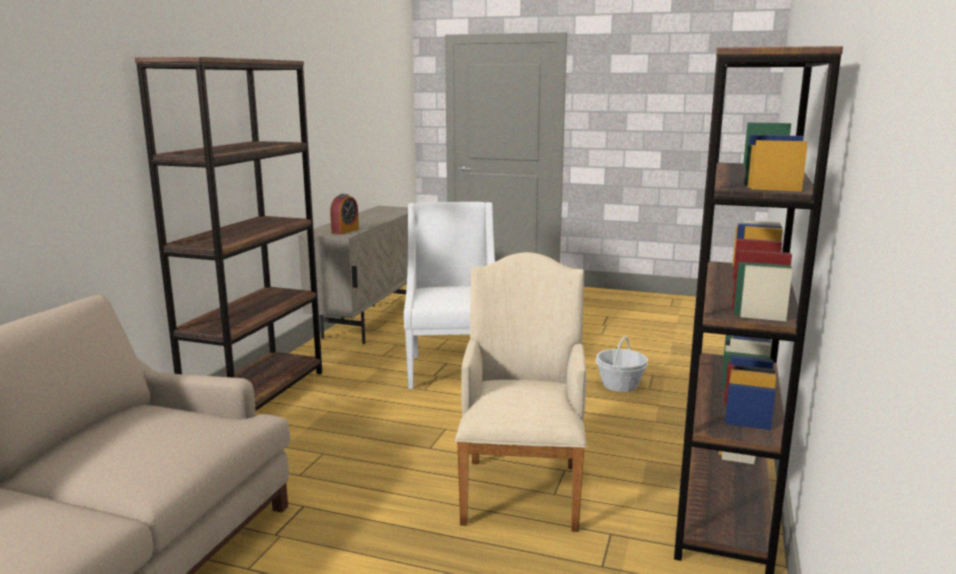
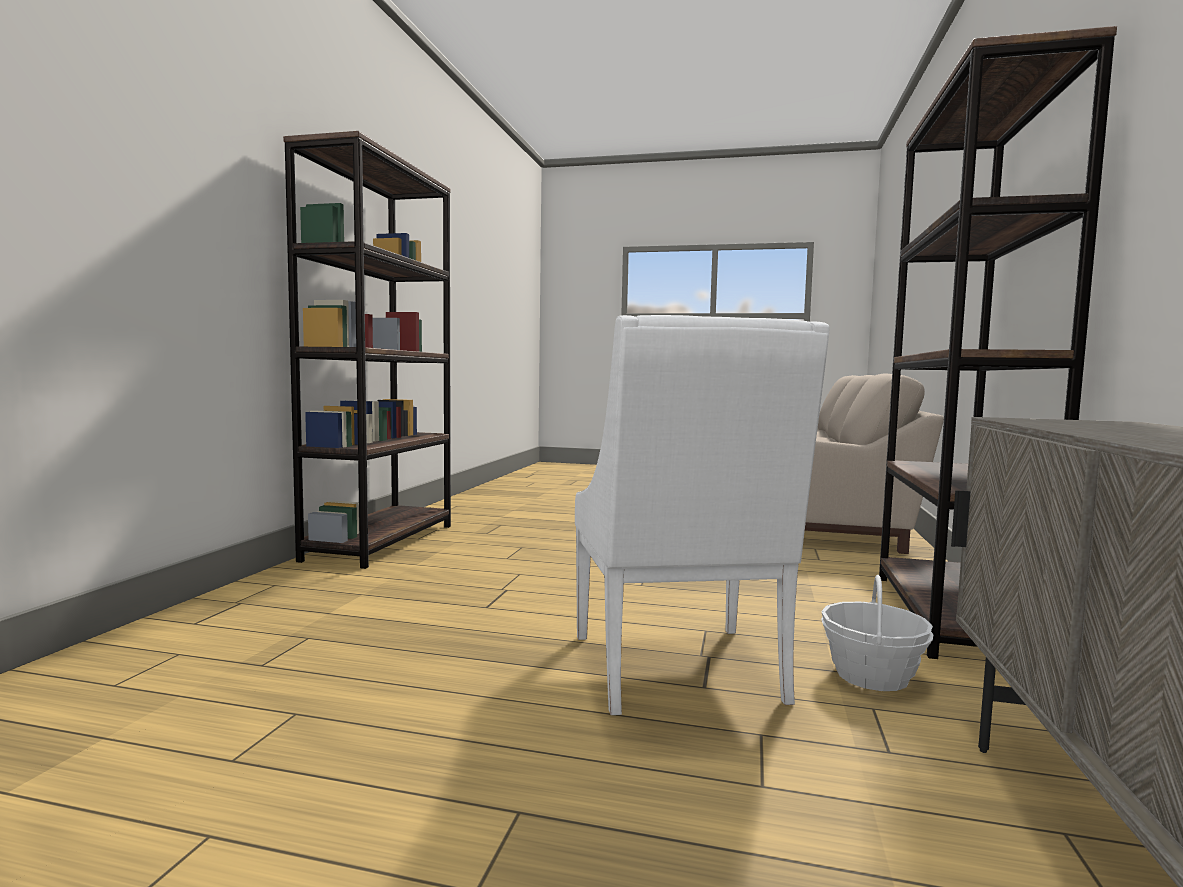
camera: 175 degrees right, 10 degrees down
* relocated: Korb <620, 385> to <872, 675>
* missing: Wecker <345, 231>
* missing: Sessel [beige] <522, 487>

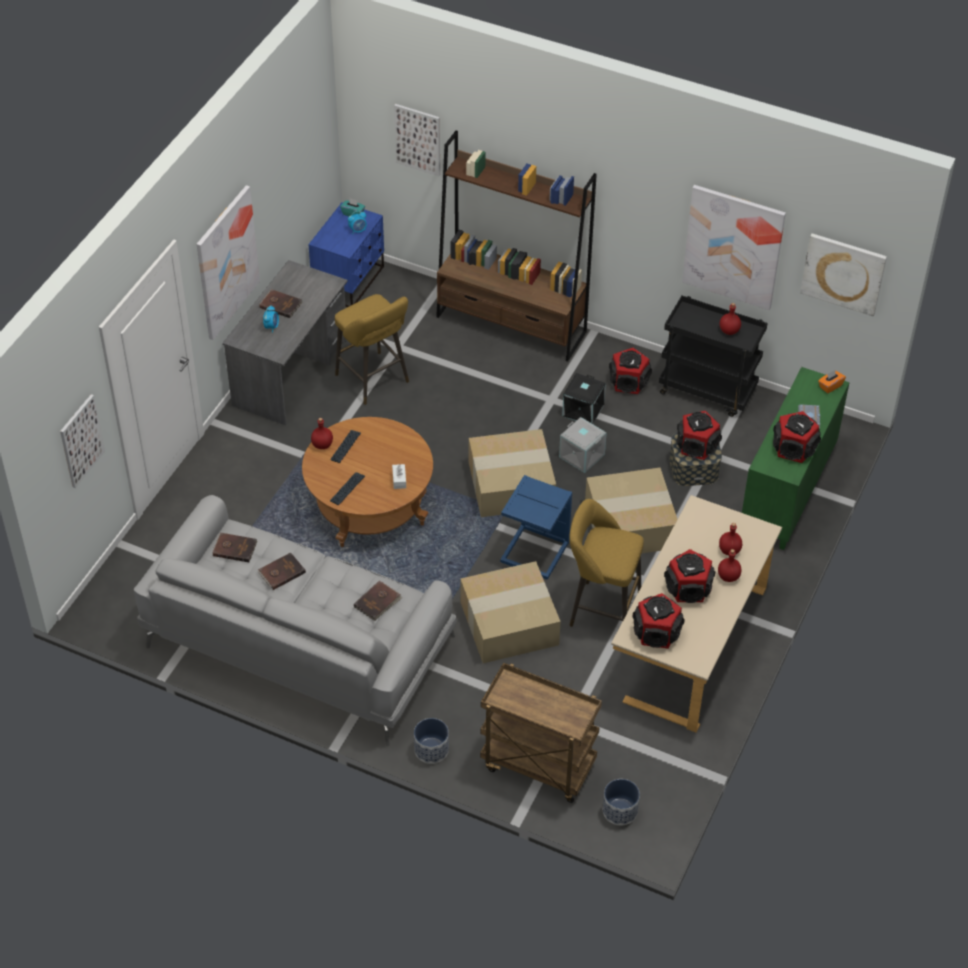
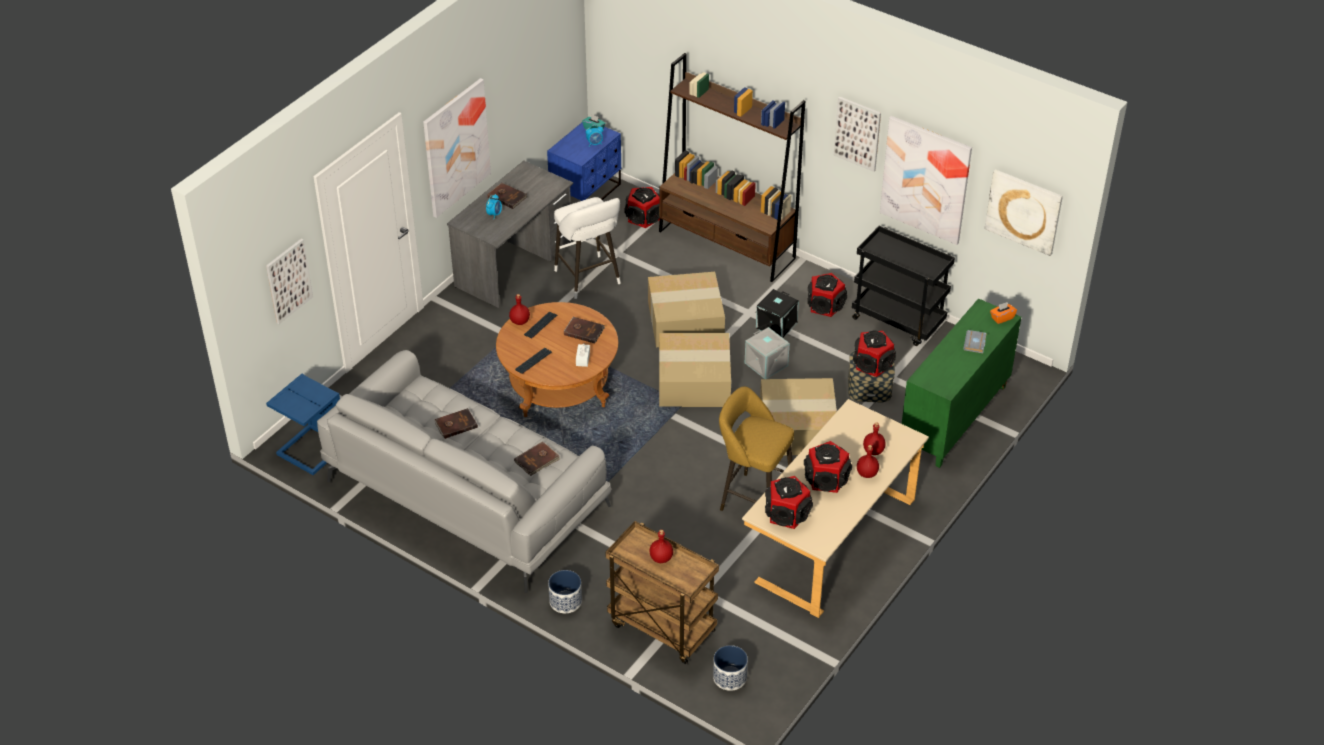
camera: 10 degrees right, 5 degrees down
* relocated: Beistelltisch [blau] <533, 553> to <310, 450>
* colour: Hocker [gelb] <374, 380> to Hocker [weiß] <589, 279>
* relocated: Buch [braun] <234, 548> to <584, 331>
* relocated: Lautsprecher <793, 448> to <643, 217>
* relocated: Karton <510, 622> to <686, 320>
* relocated: Flasche [rot] <729, 331> to <661, 558>
* relocated: Bild <418, 139> to <857, 133>

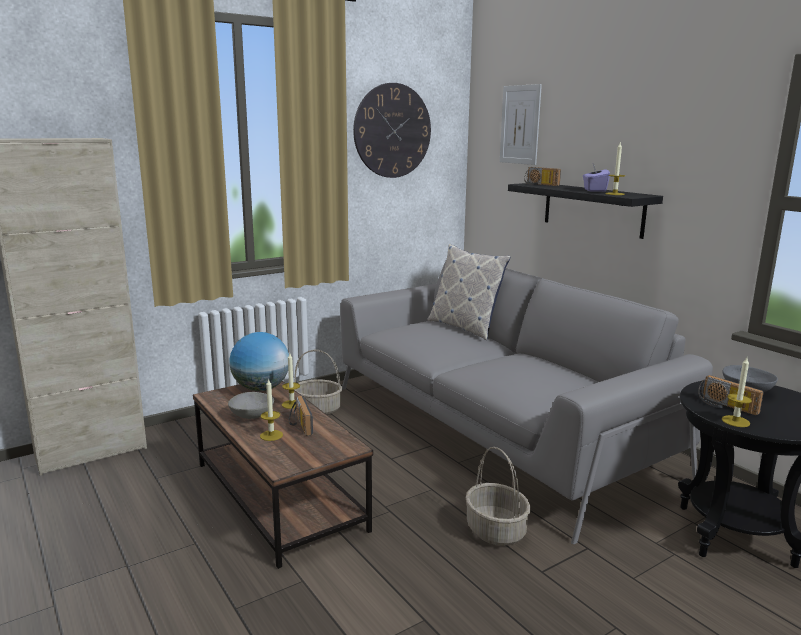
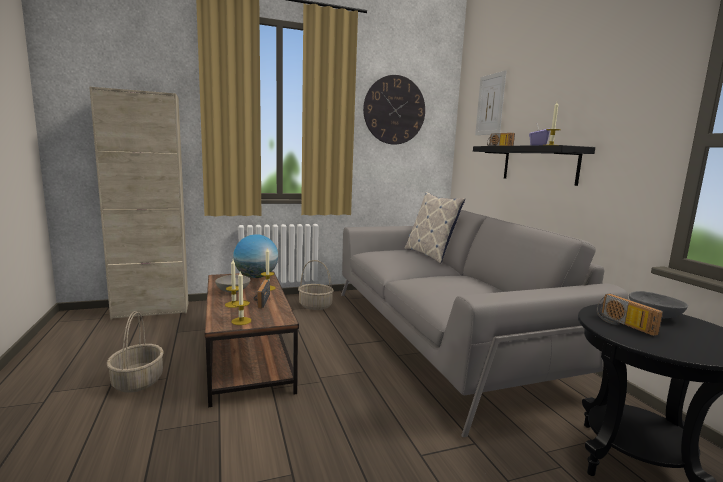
camera: 15 degrees right, 5 degrees down
* relocated: Korb <495, 530> to <137, 381>
* relocated: Kerze <735, 421> to <241, 321>

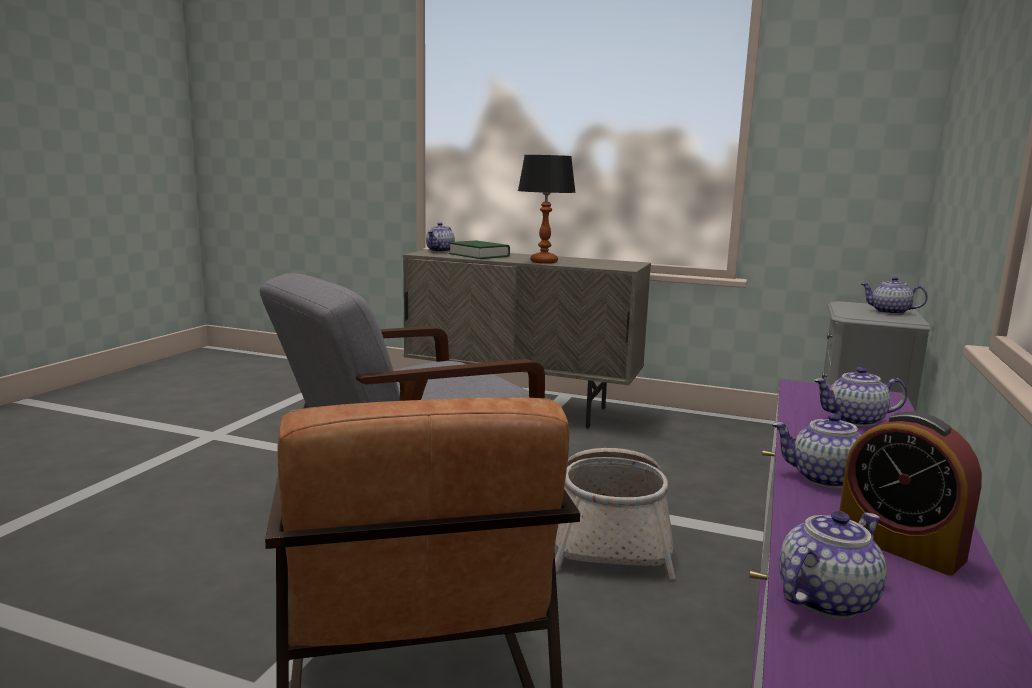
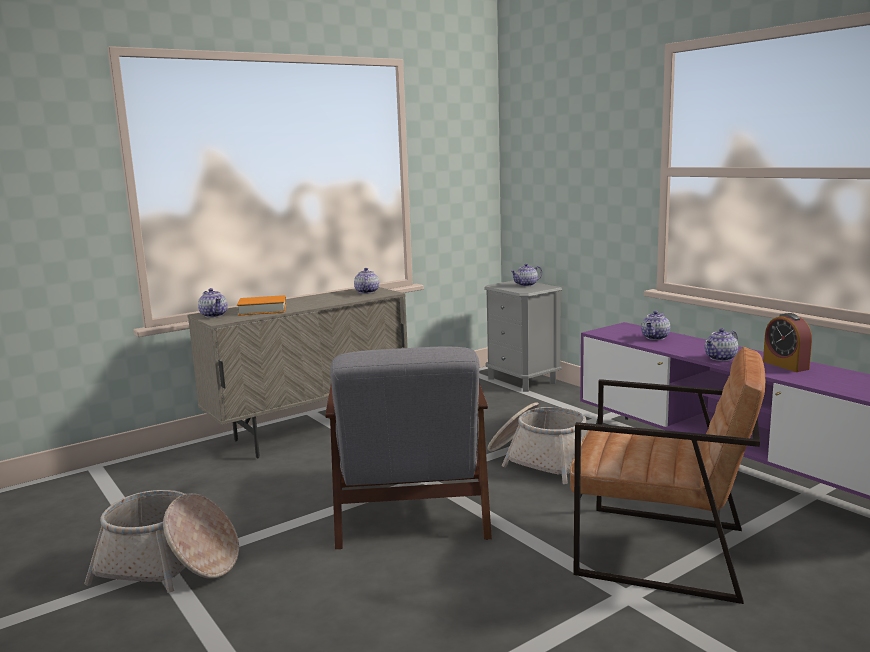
camera: 55 degrees left, 0 degrees up
* appeared: Korb <169, 565>
* colour: Buch [grün] <479, 255> to Buch [orange] <262, 310>
* relocated: Teekanne <825, 598> to <366, 292>
* spun: Wecker <899, 545> = <785, 365> 75 degrees clockwise
* missing: Tischlampe <543, 262>

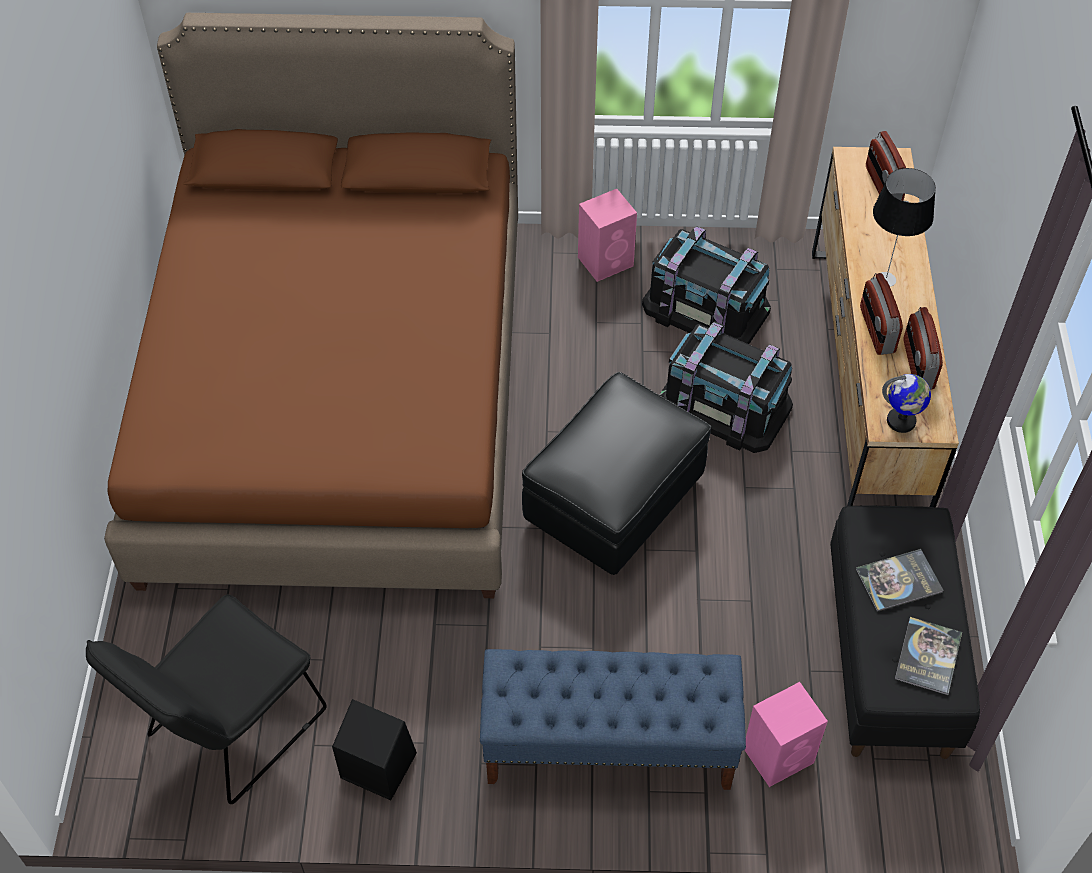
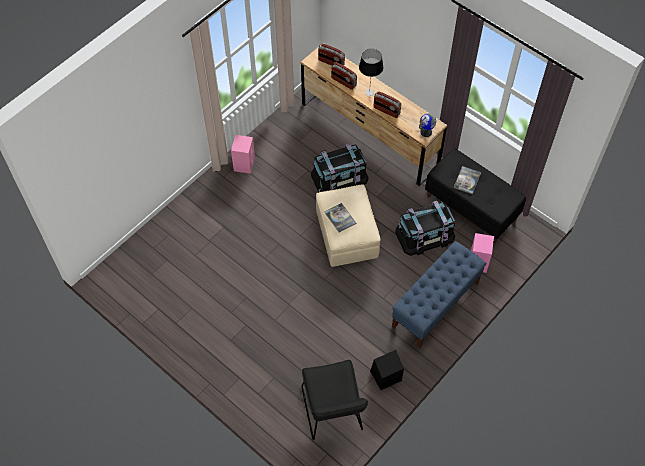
camera: 50 degrees left, 5 degrees up
* colour: Polsterhocker [schwarz] <614, 500> to Polsterhocker [beige] <347, 236>
* relocated: Buch <928, 656> to <340, 218>
* relocated: Radio <917, 364> to <343, 82>
* relocated: Aufbewahrungsbox [schwarz] <706, 308> to <424, 234>
* missing: Bett [braun] <340, 396>

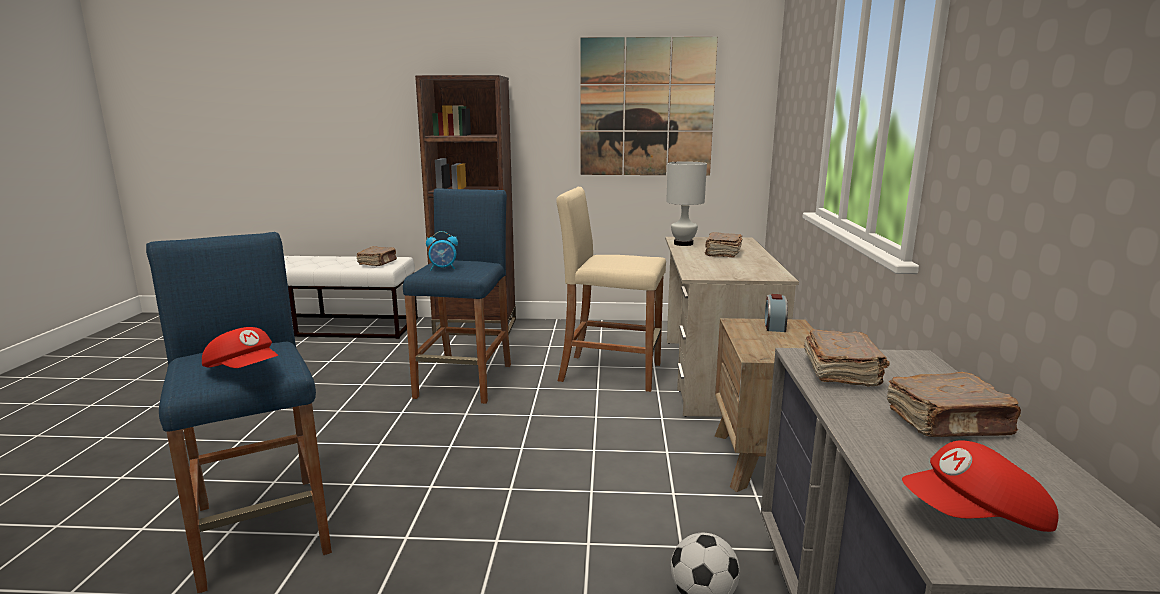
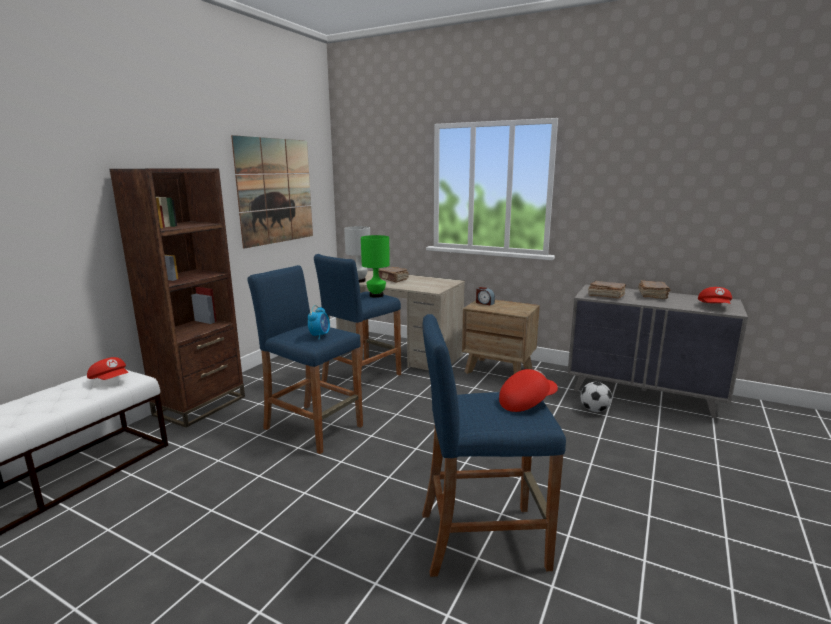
camera: 65 degrees left, 0 degrees up
* exchanged: Buch [braun] <378, 263> to Kappe [rot] <111, 380>
* colour: Hocker [beige] <611, 372> to Hocker [blau] <361, 378>
* appeared: Tischlampe [grün] <376, 295>

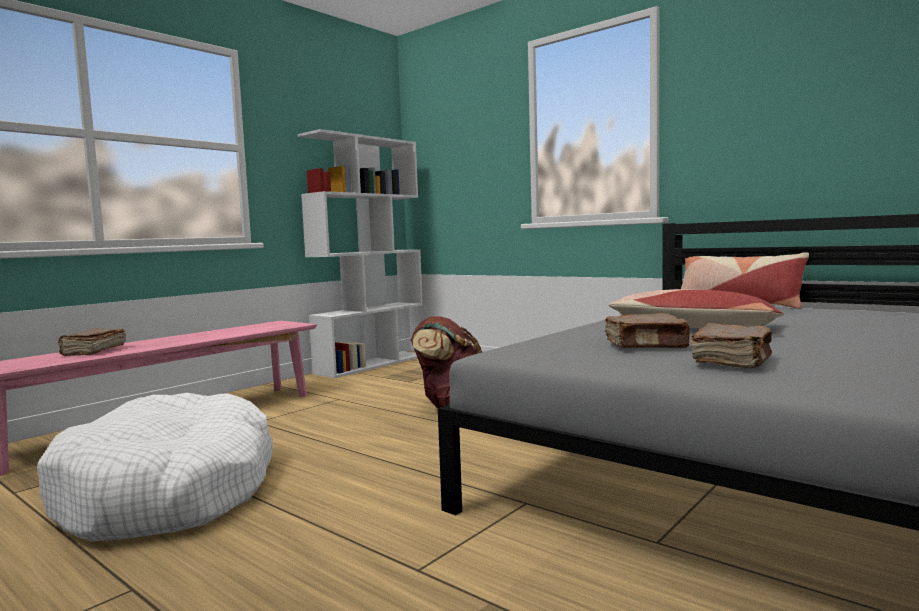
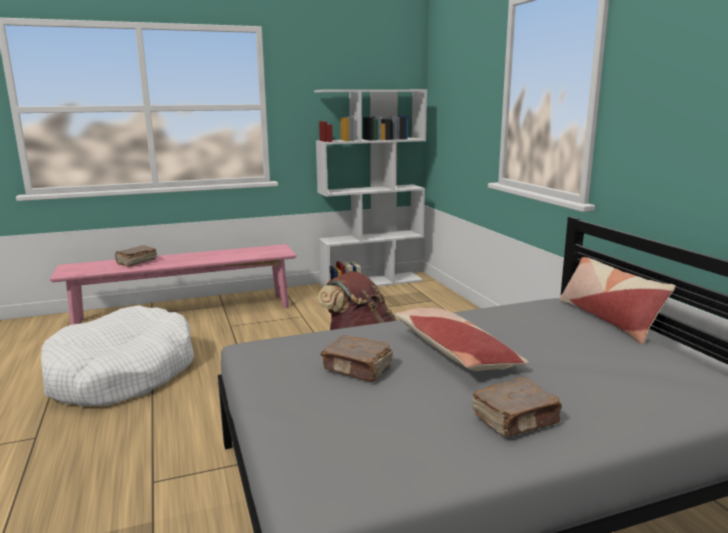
camera: 30 degrees right, 10 degrees up
* relocated: Buch [braun] <733, 362> to <516, 420>

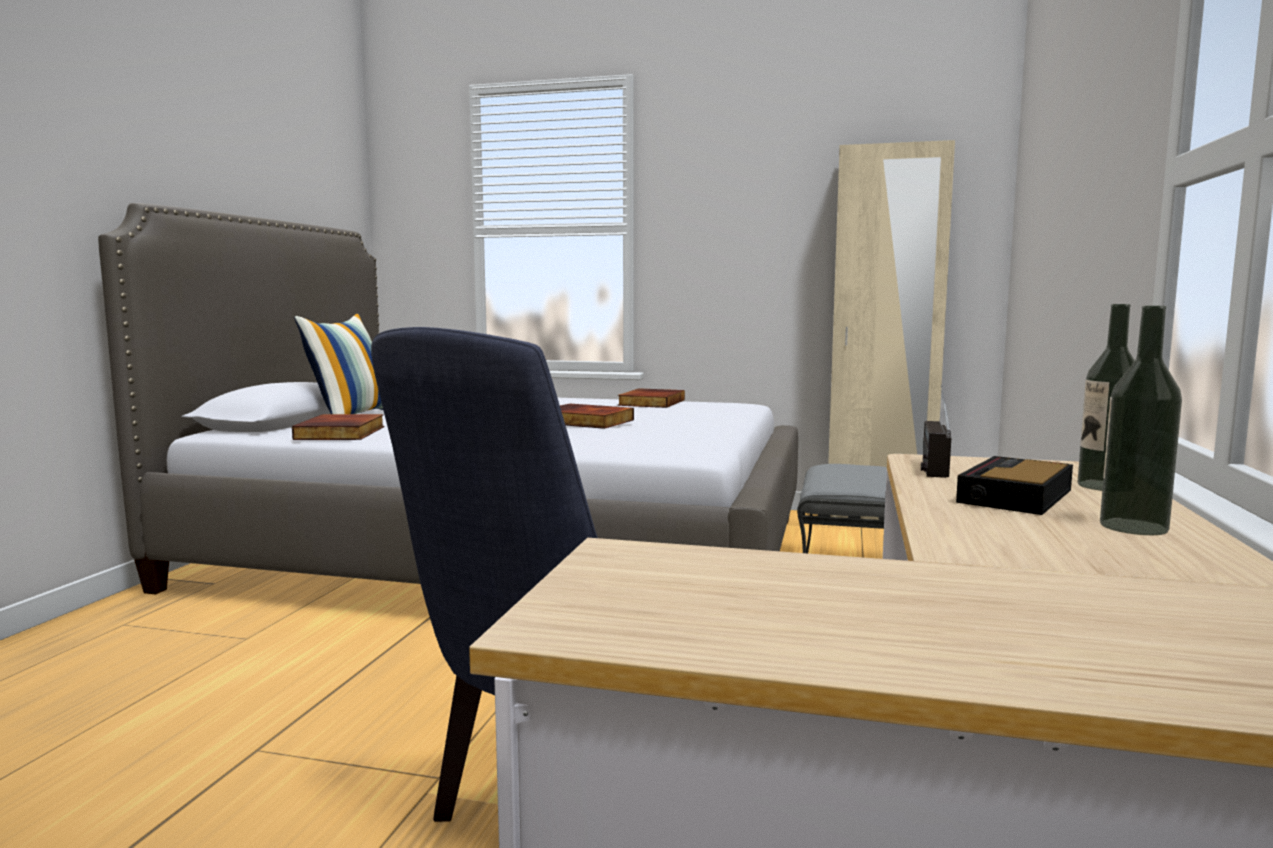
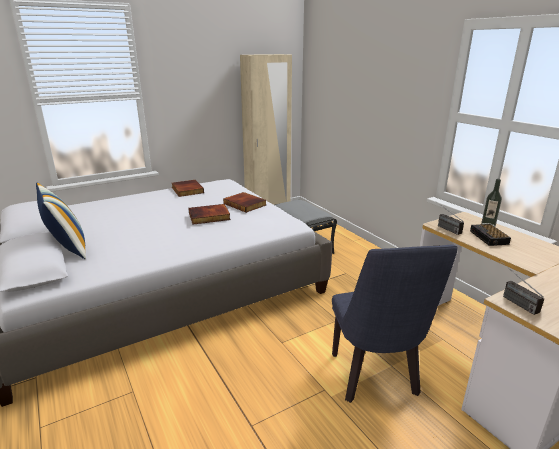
camera: 45 degrees left, 15 degrees up
* relocated: Buch <342, 433> to <245, 204>
* appeared: Radio <511, 299>
* missing: Flasche <1133, 527>

